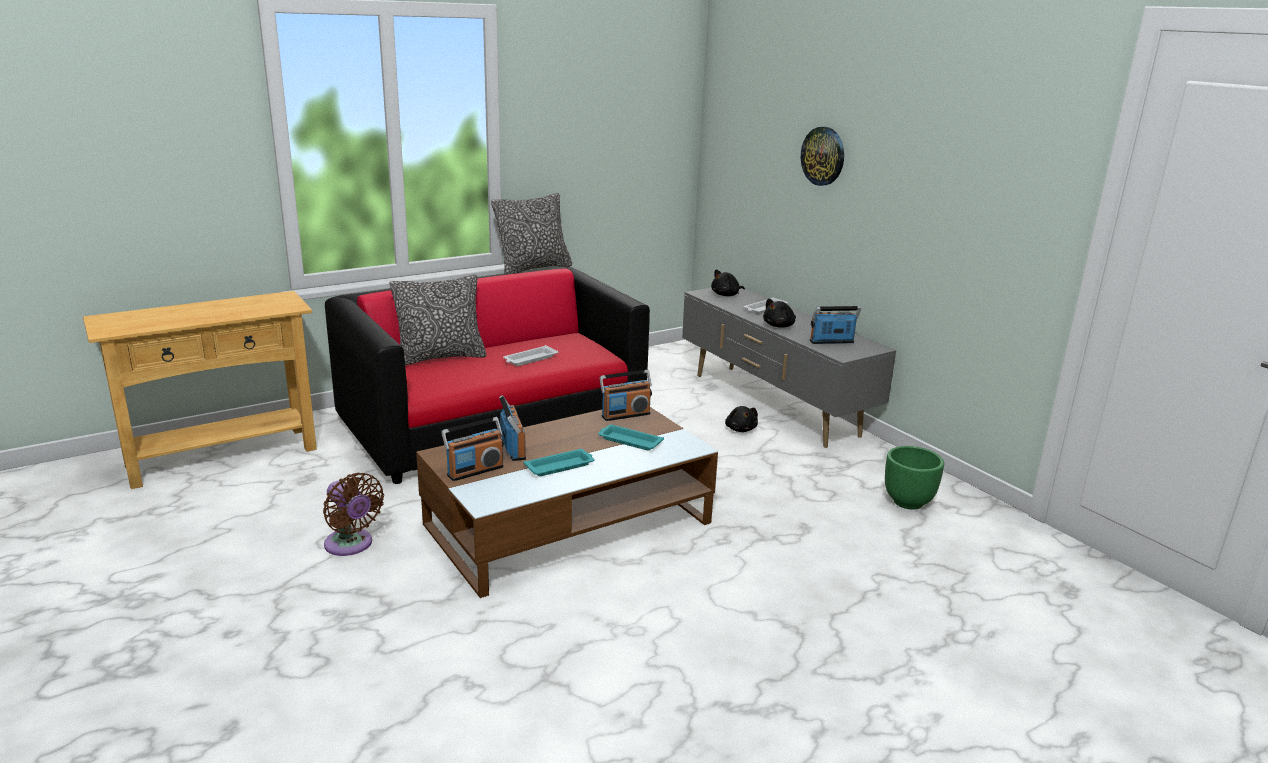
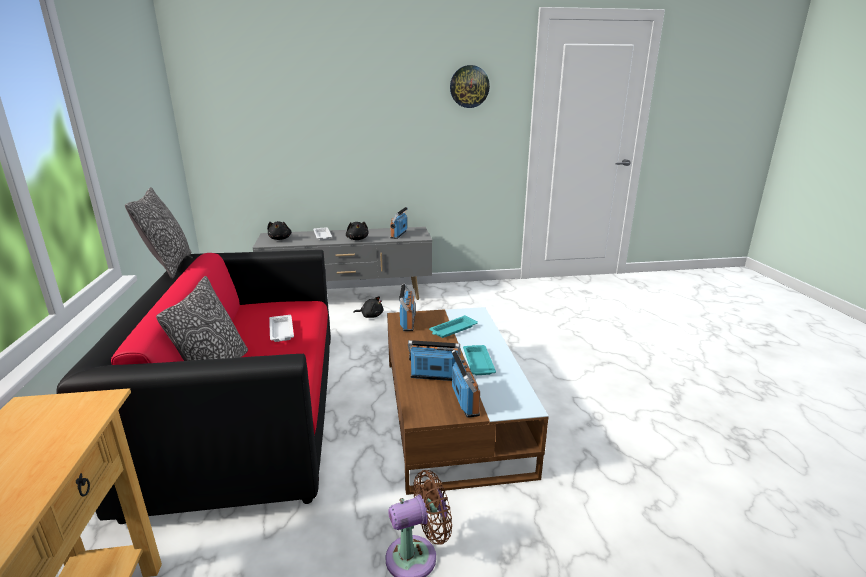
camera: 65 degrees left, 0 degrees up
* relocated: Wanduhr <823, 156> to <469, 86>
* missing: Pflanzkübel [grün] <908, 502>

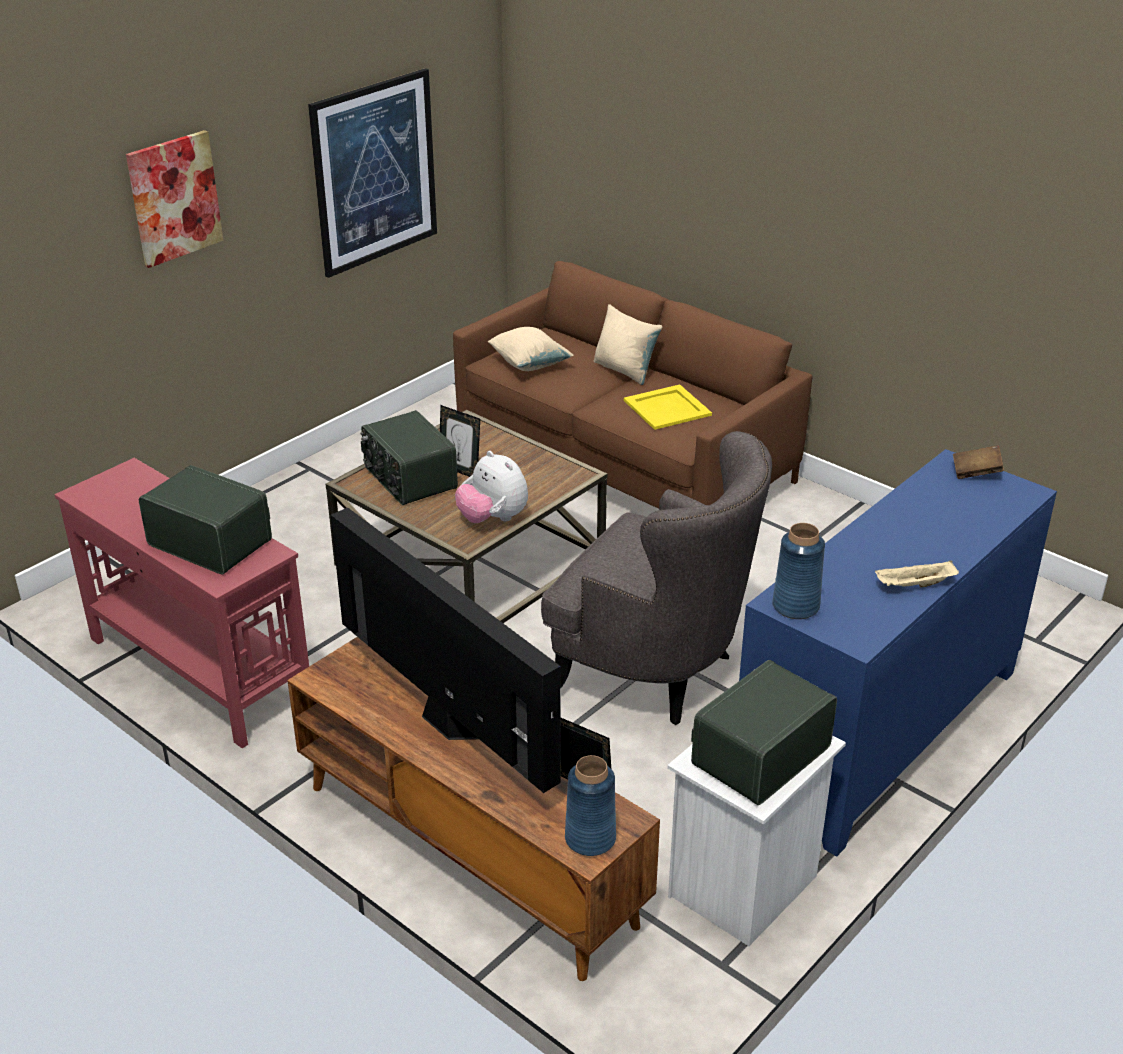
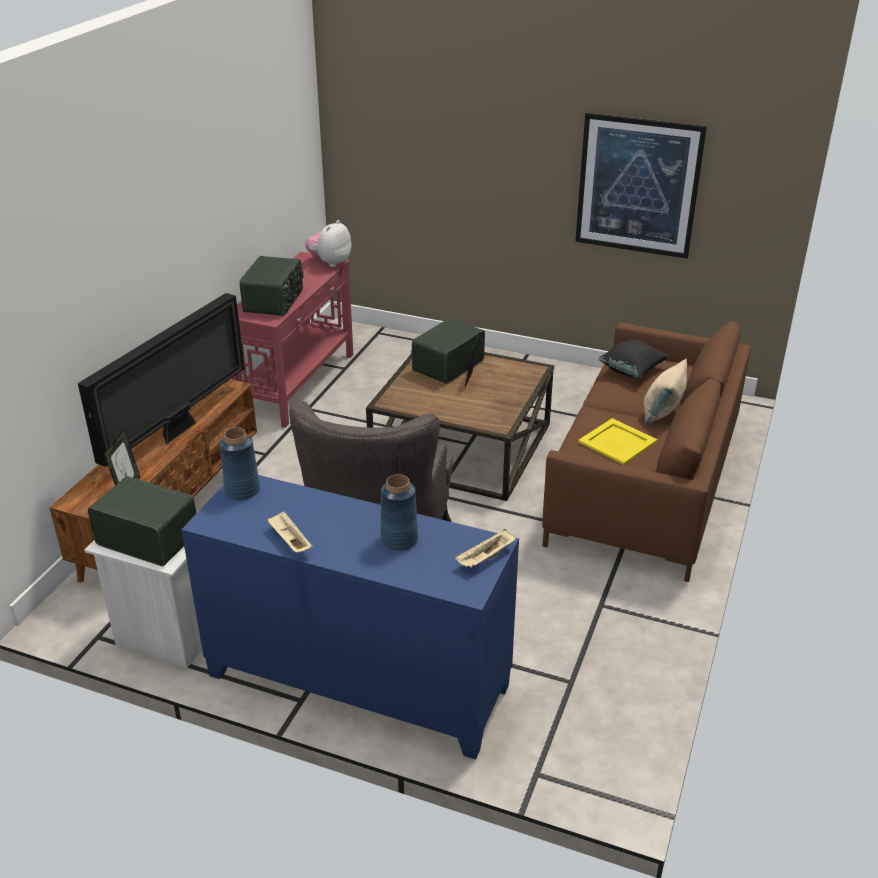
camera: 70 degrees right, 0 degrees up
* relocated: Plüschtier <493, 519> to <330, 262>
* relocated: Vase [blau] <590, 838> to <399, 539>
* exchanged: Buch [braun] <976, 472> to Tablett [beige] <485, 558>
* colour: Kissen [beige] <529, 364> to Kissen [schwarz] <631, 371>
* missing: Bild <174, 198>

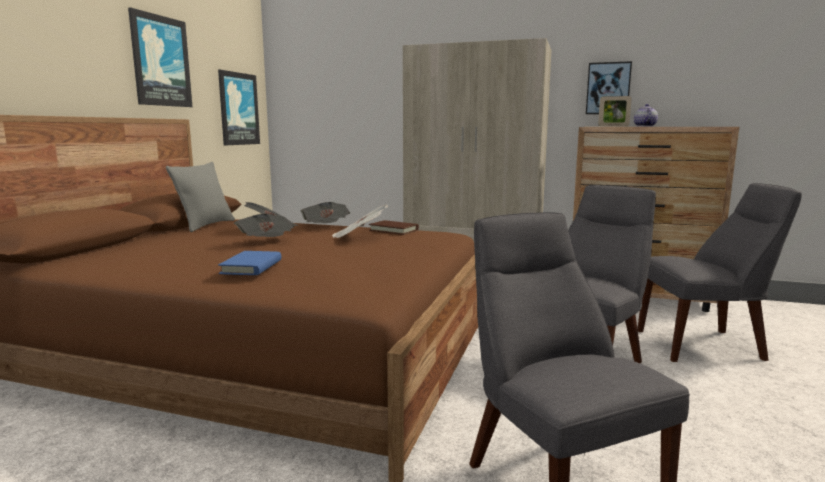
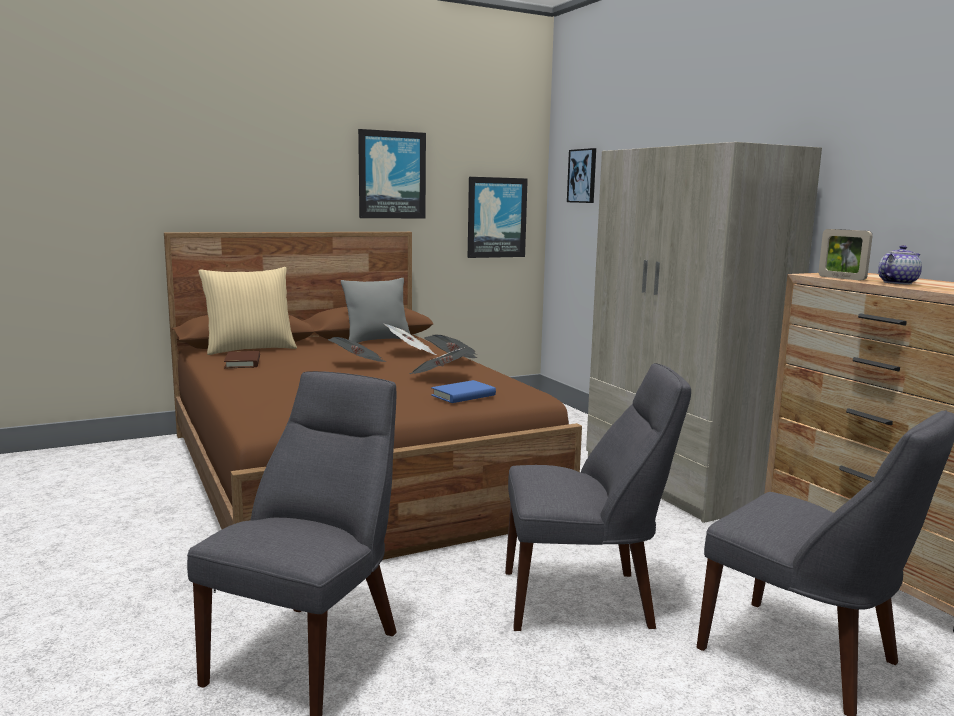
camera: 45 degrees right, 0 degrees up
* appeared: Kissen [beige] <250, 349>
* relocated: Buch [braun] <393, 230> to <242, 363>
* relocated: Buch [blau] <251, 267> to <463, 395>
* relocated: Bild <608, 88> to <582, 176>

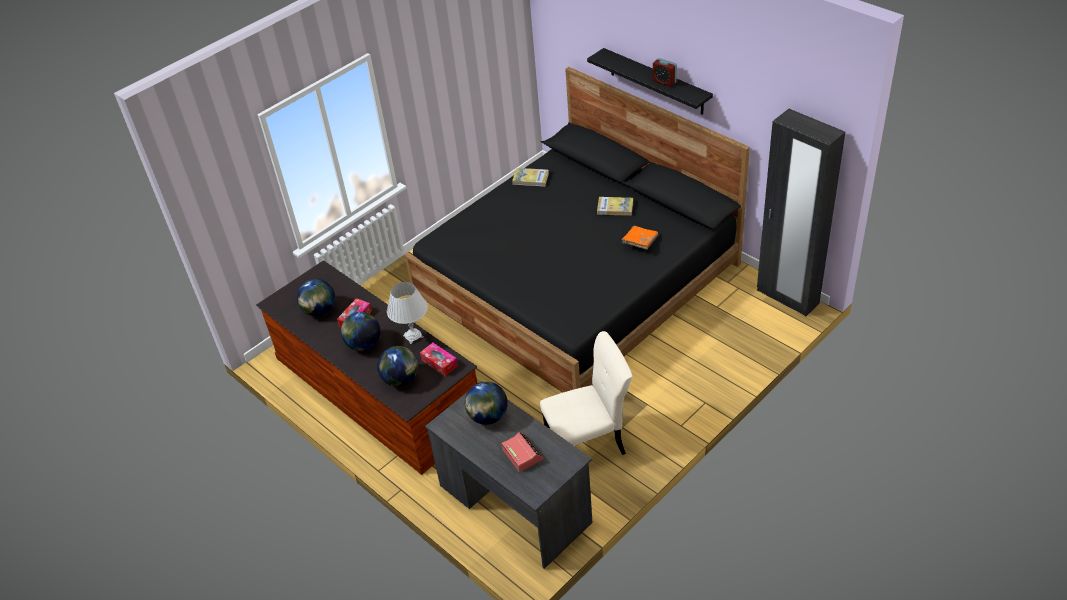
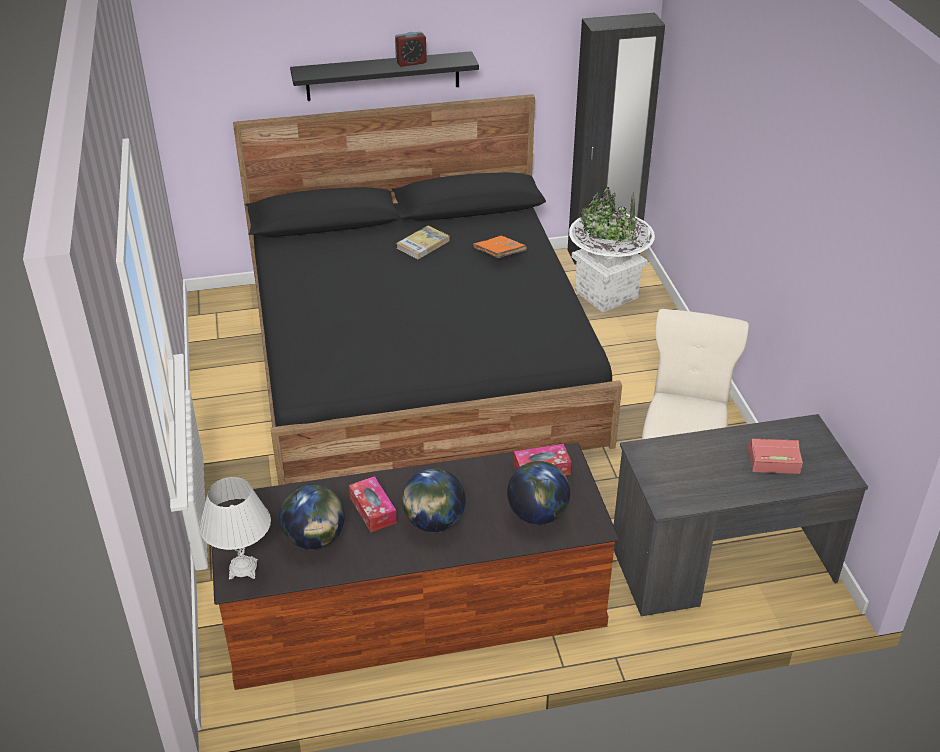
camera: 60 degrees left, 5 degrees down
* relocated: Tischlampe [weiß] <413, 336> to <243, 569>
* appeared: Pflanzkübel [weiß] <606, 294>
* missing: Globus <488, 417>
* missing: Buch <530, 178>

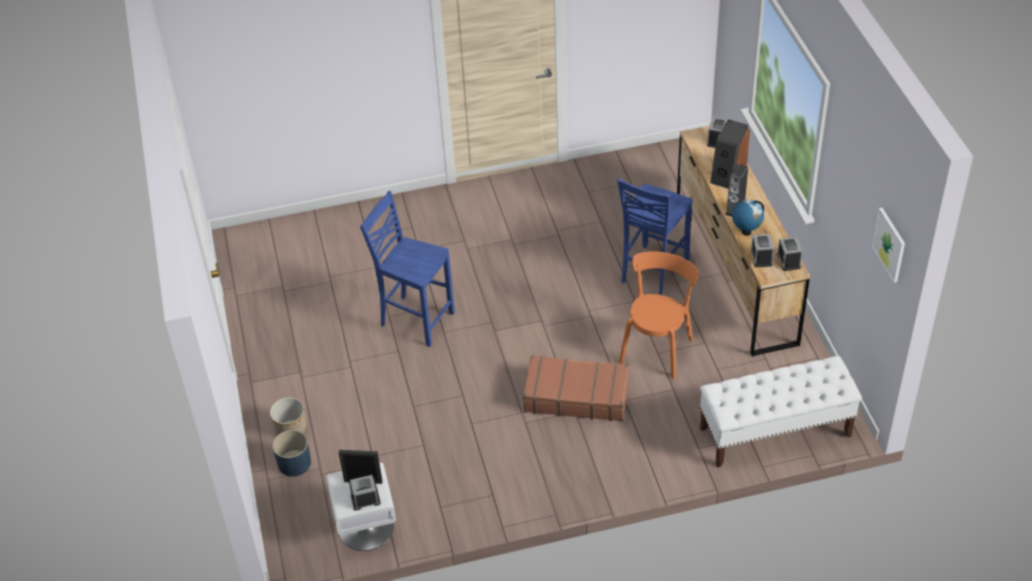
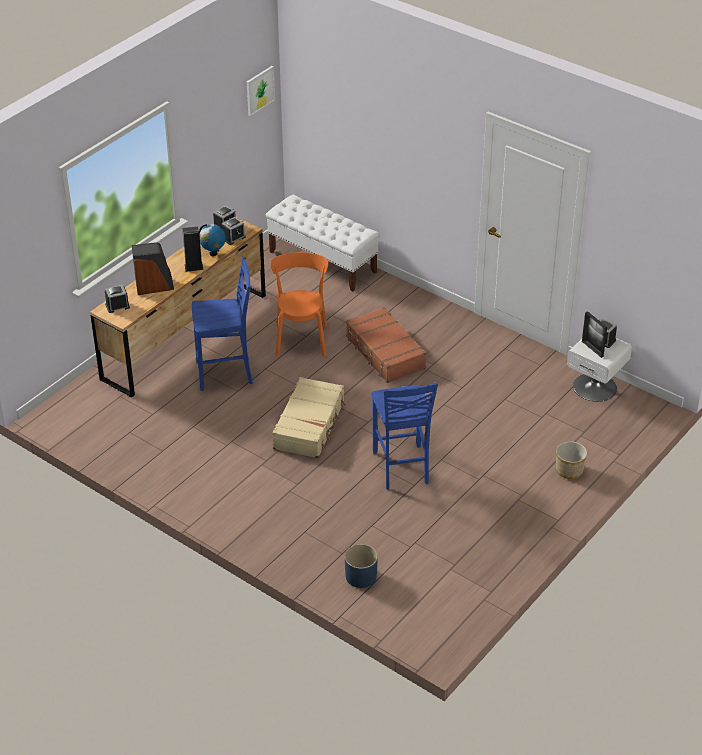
camera: 130 degrees left, 5 degrees down
* spun: Stuhl [orange] <657, 348> = <301, 338> 105 degrees clockwise
* appeared: Koffer [beige] <310, 425>
* relocated: Pflanzkübel [blau] <294, 463> to <360, 576>

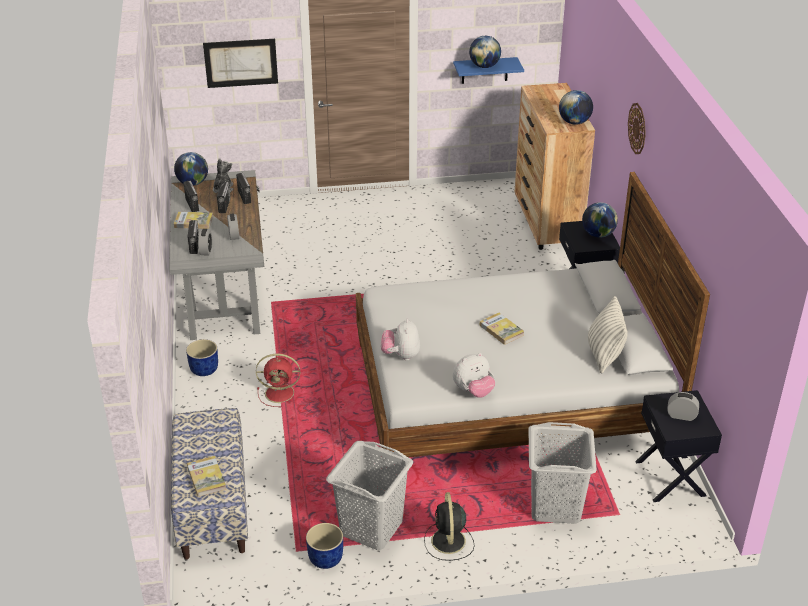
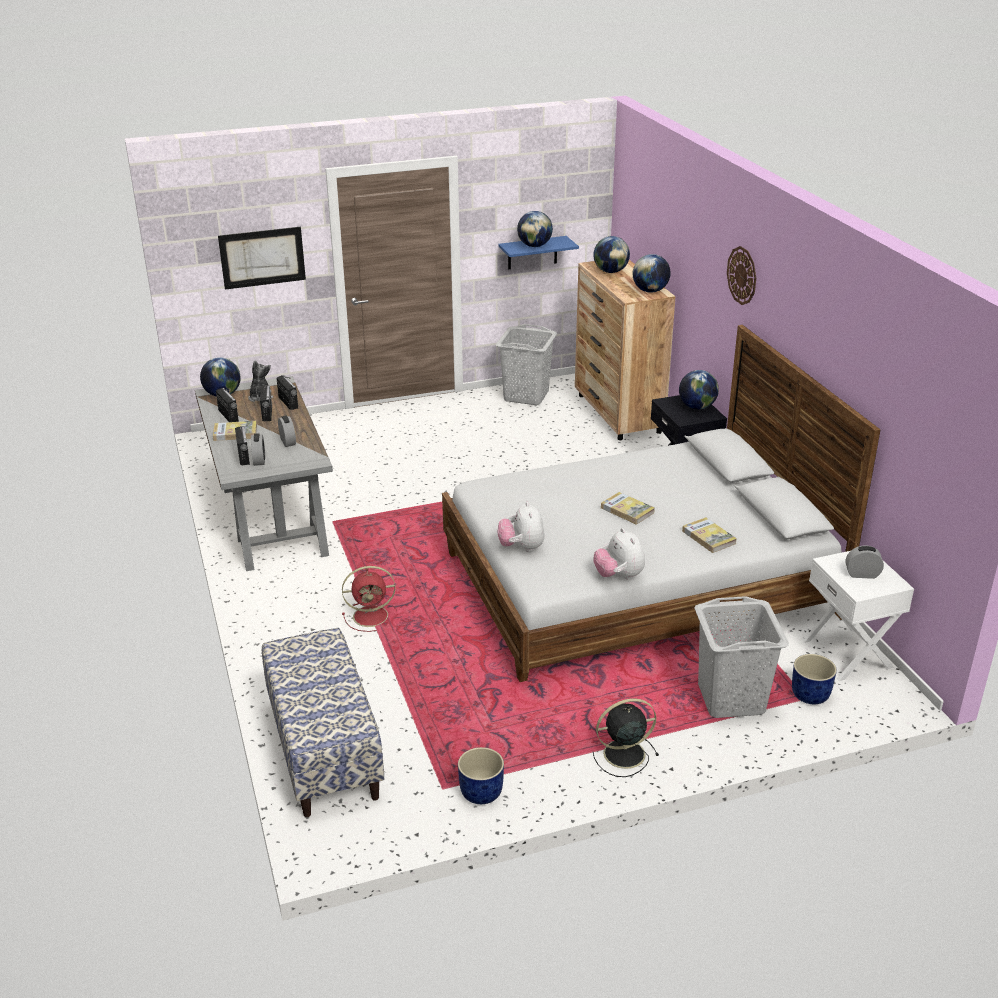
camera: 10 degrees left, 5 degrees down
* relocated: Wäschekorb [grau] <372, 527> to <526, 395>
* appeared: Globus <610, 271>
* spun: Ventilator [schwarz] <448, 542> = <622, 754> 90 degrees clockwise
* spun: Plüschtier <473, 391> = <619, 576> 105 degrees clockwise
* relocated: Buch <206, 478> to <708, 537>
* relocated: Pflanzkübel [blau] <204, 369> to <809, 694>
* colour: Nachttisch [schwarz] <671, 478> to Nachttisch [weiß] <848, 653>
* missing: Kissen <604, 355>

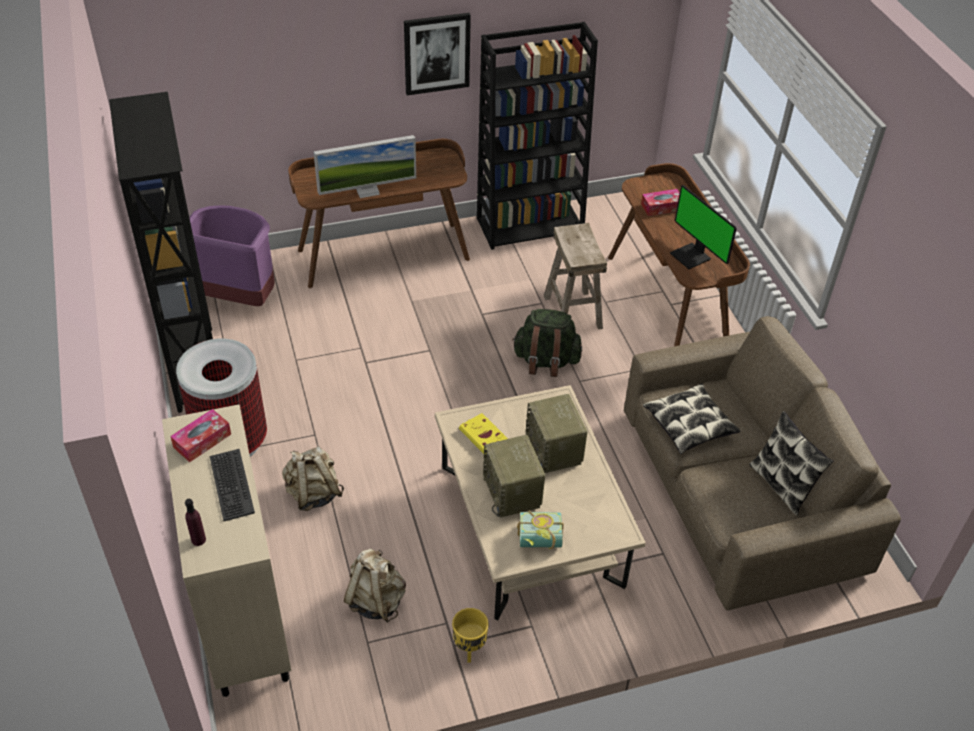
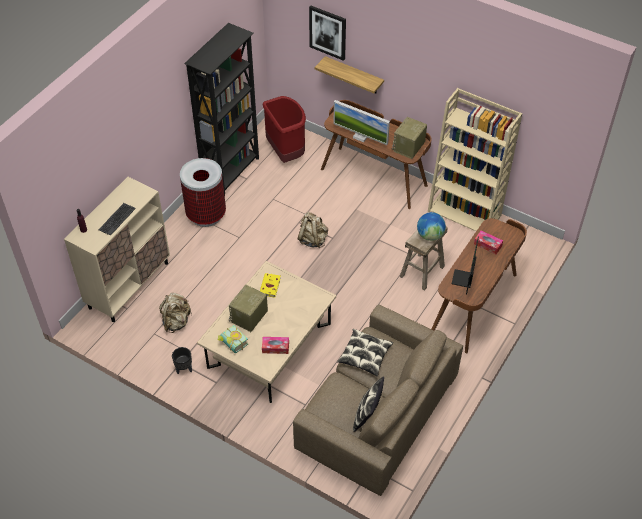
camera: 50 degrees right, 5 degrees up
* colour: Pflanzkübel [gelb] <469, 649> to Pflanzkübel [schwarz] <183, 369>
* relocated: Taschentuchbox <202, 441> to <275, 347>
* colour: Mülleimer [lila] <238, 297> to Mülleimer [rot] <286, 152>
* relocated: Rucksack [beige] <313, 493> to <313, 239>
* relocated: Bild <436, 53> to <328, 32>
* appeared: Wandregal <354, 75>
* relocated: Radio <554, 450> to <409, 147>
* appeared: Globus <430, 235>
* colour: Bücherregal [schwarz] <530, 225> to Bücherregal [beige] <465, 213>
* missing: Rucksack [grün] <546, 361>

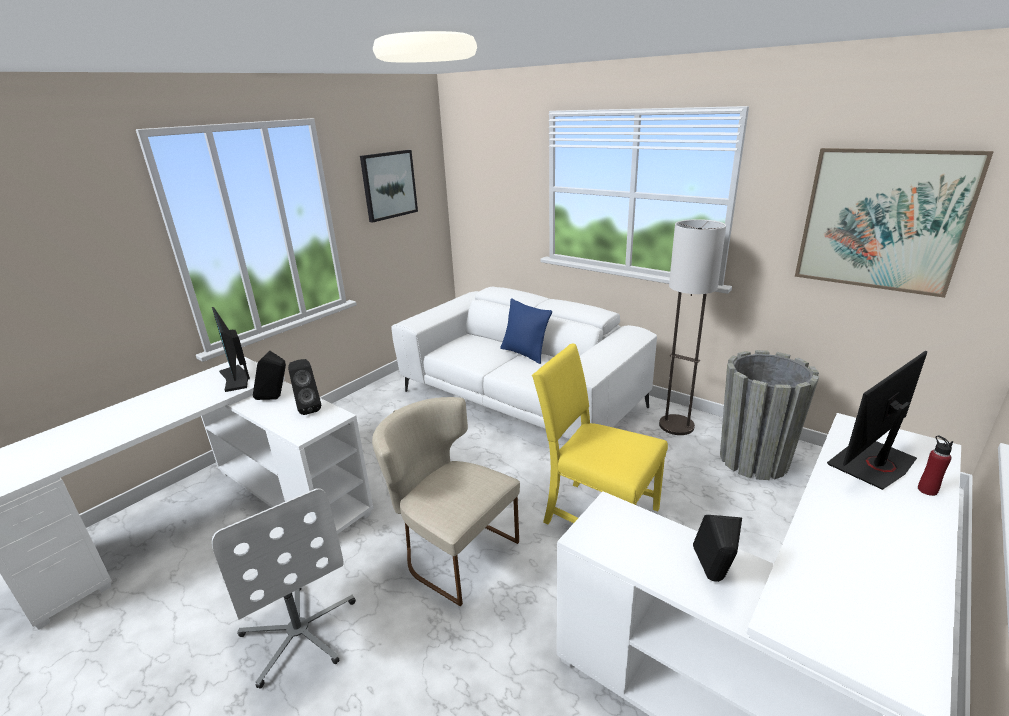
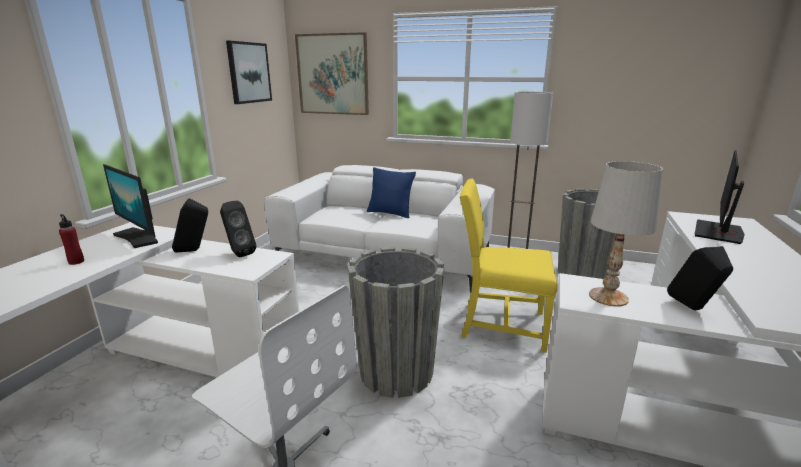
camera: 20 degrees left, 5 degrees down
* relocated: Flasche [rot] <927, 490> to <76, 262>
* relocated: Bild <882, 220> to <332, 74>
* exchanged: Stuhl [beige] <452, 550> to Pflanzkübel [grau] <396, 372>
* appeared: Tischlampe [weiß] <608, 297>

